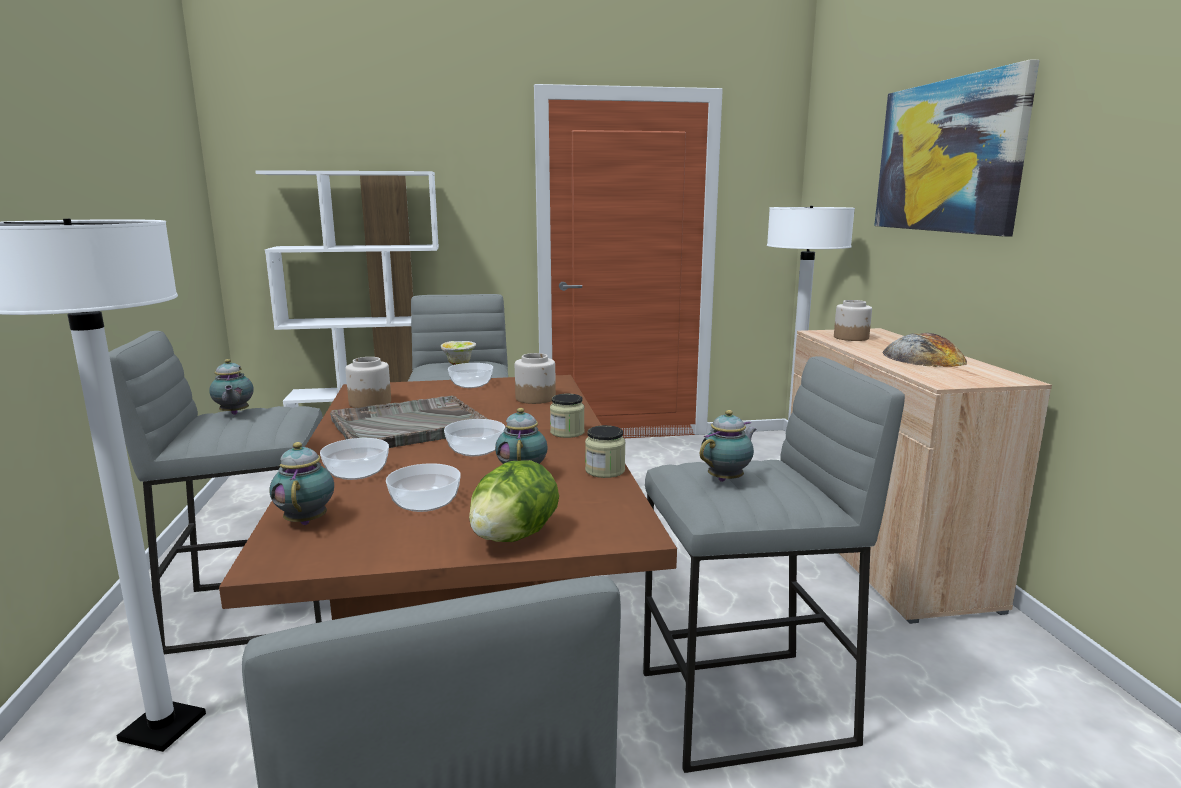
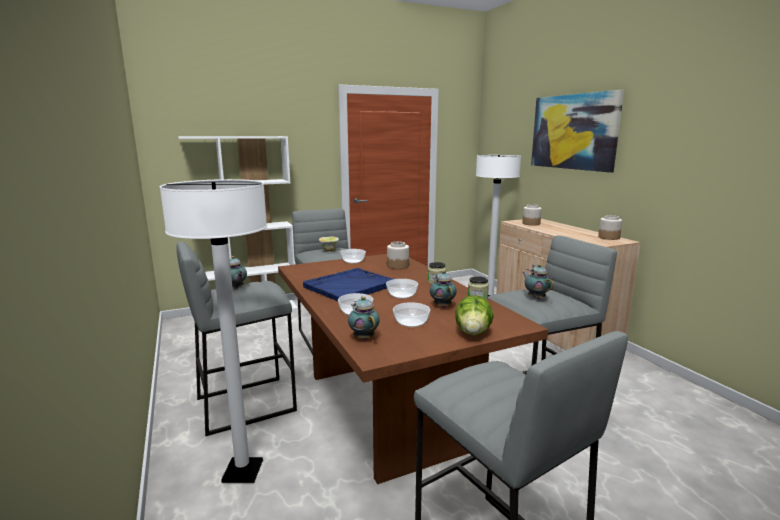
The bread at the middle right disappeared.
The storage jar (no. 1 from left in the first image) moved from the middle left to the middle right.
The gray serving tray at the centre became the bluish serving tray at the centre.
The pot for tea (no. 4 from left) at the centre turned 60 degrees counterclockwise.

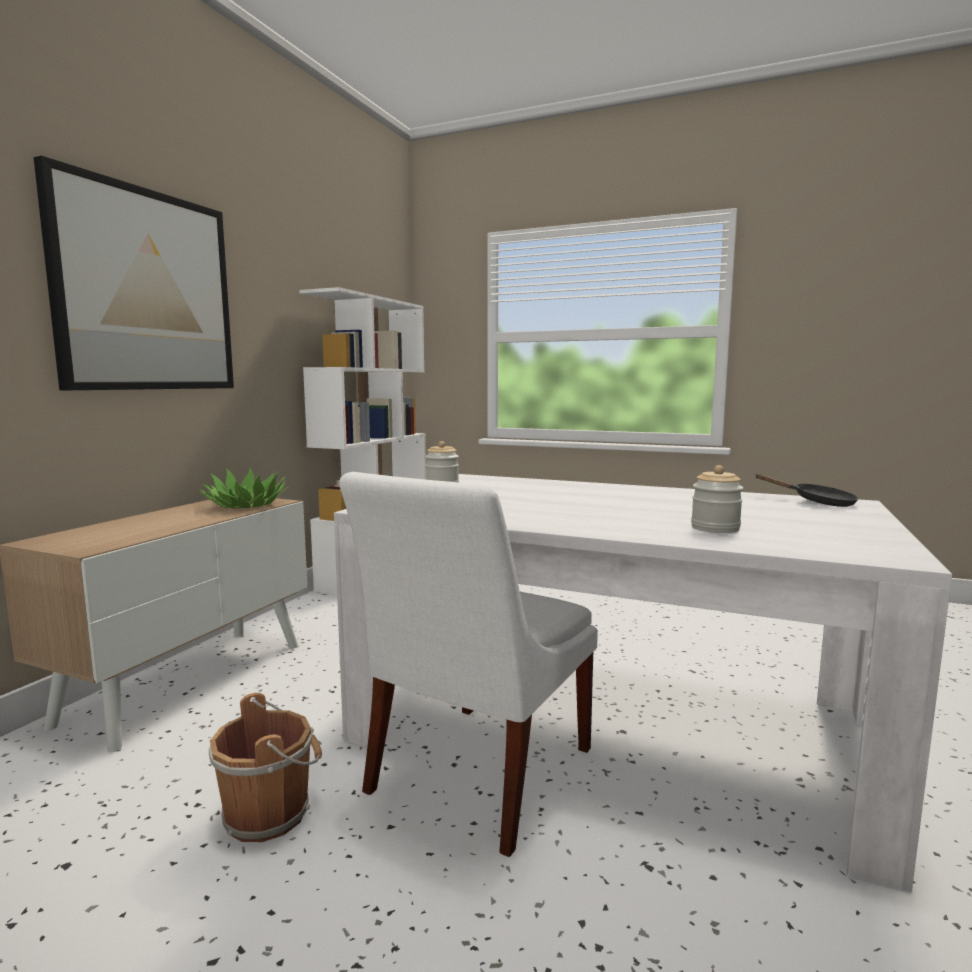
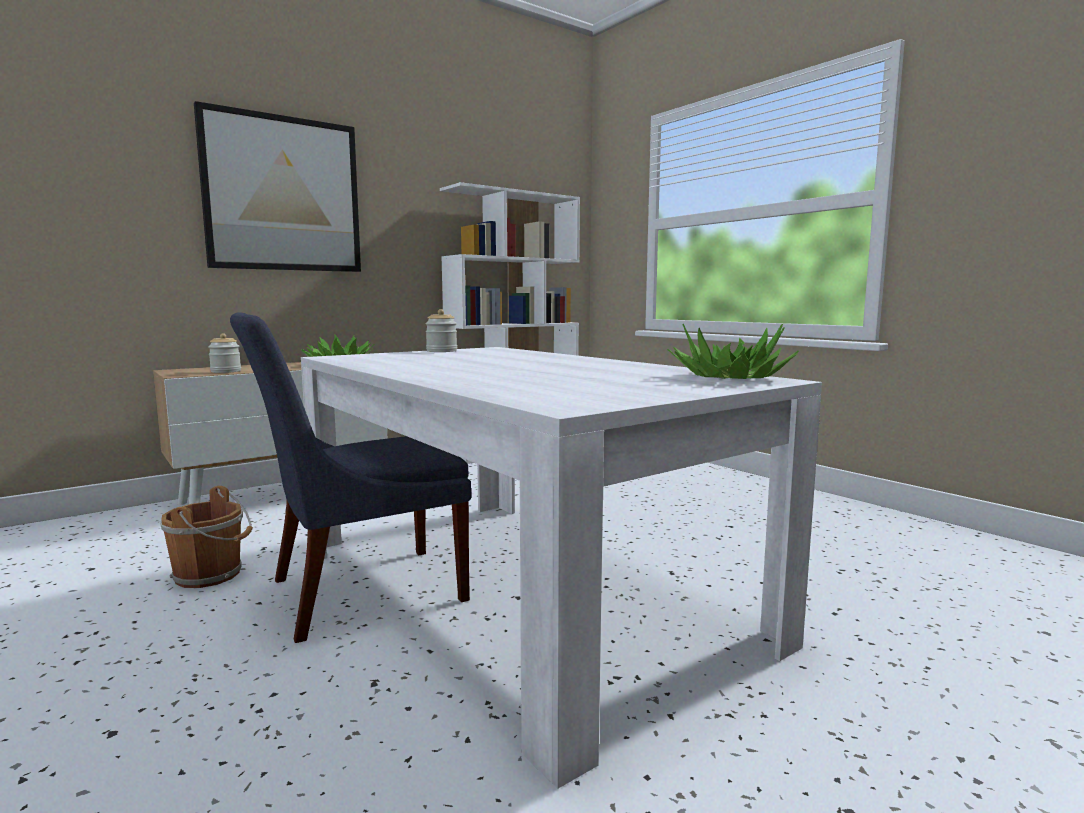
The storage jar (no. 2 from left in the first image) moved from the middle right to the middle left.
The whitish plain chair at the bottom centre became the bluish plain chair at the middle left.
The black-coloured pan at the middle right was replaced by the plant in a pot (no. 2 from left) at the middle right.

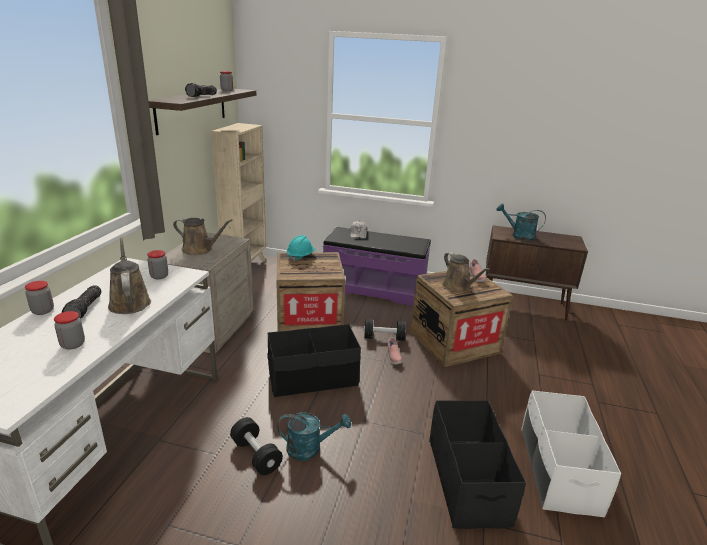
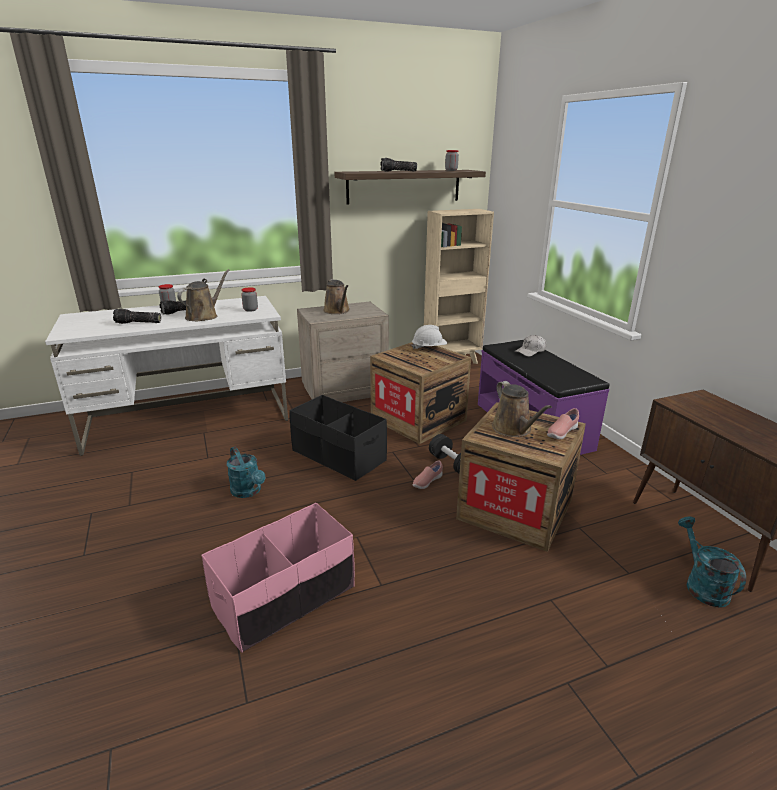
The blue-green watering can (no. 2 from left) moved from the middle right to the bottom right.
The blue-green safety helmet at the centre became the whitish safety helmet at the centre.
The brown-coloured watering can (no. 3 from left) at the centre turned 45 degrees counterclockwise.
The storage jar (no. 2 from left) at the middle left was replaced by the torch (no. 1 from left) at the middle left.
The whitish storage container at the bottom right disappeared.
The black-coloured storage container (no. 2 from left) at the bottom right became the pink-coloured storage container at the bottom centre.
The black-coloured hand weight (no. 1 from left) at the bottom centre disappeared.

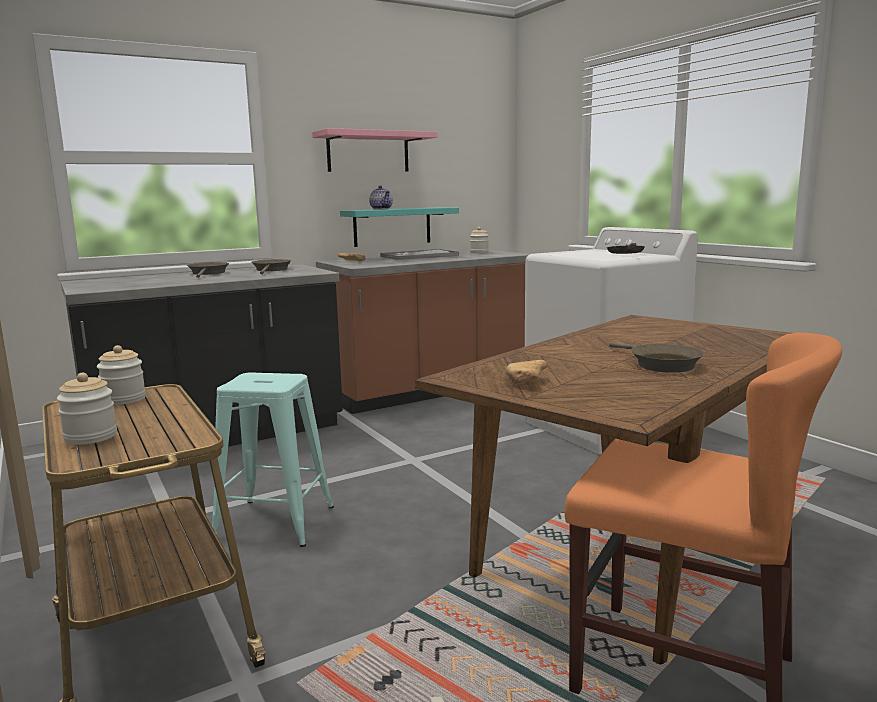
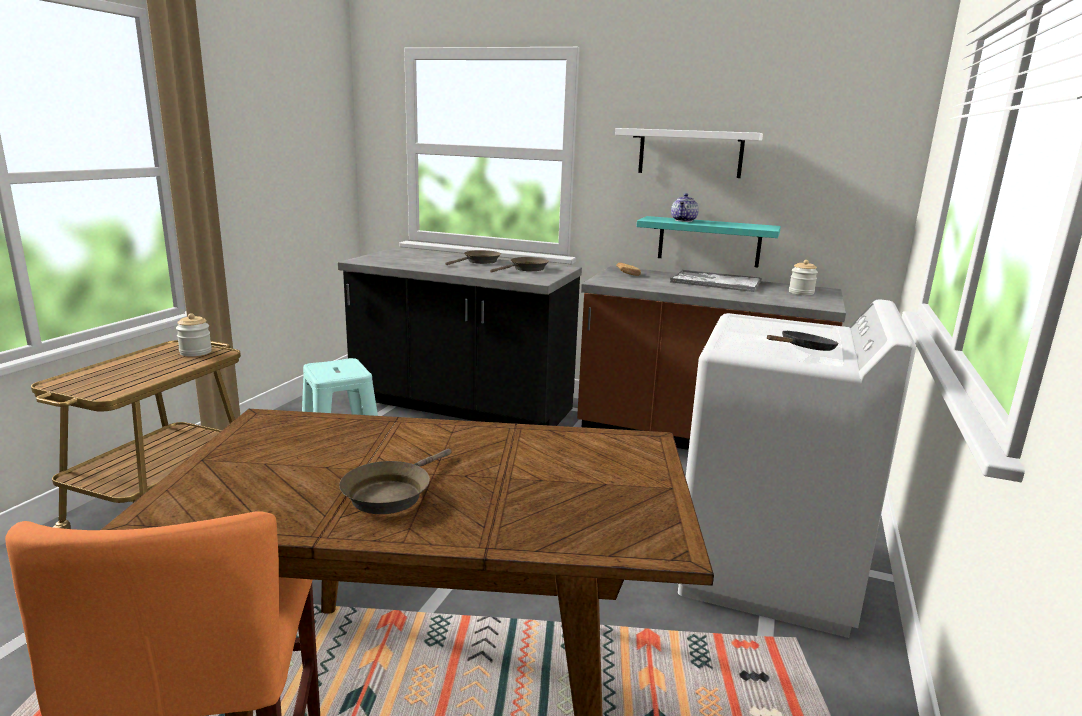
The pink-coloured shelf at the top centre became the whitish shelf at the top centre.
The bread (no. 2 from left) at the centre disappeared.
The storage jar (no. 1 from left) at the middle left disappeared.

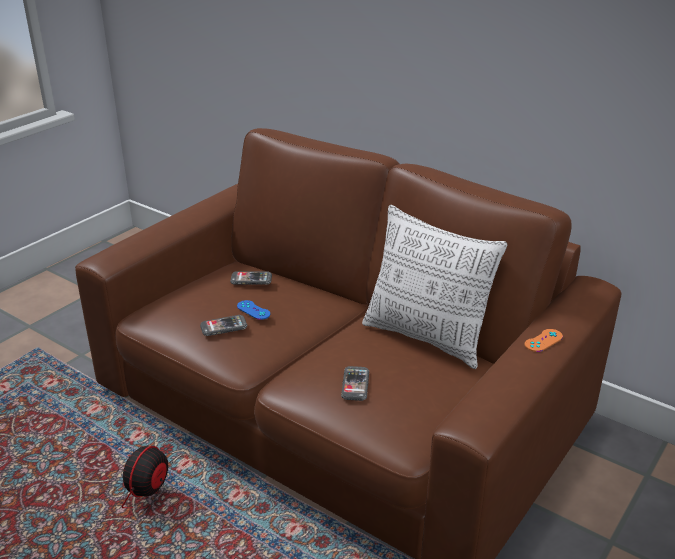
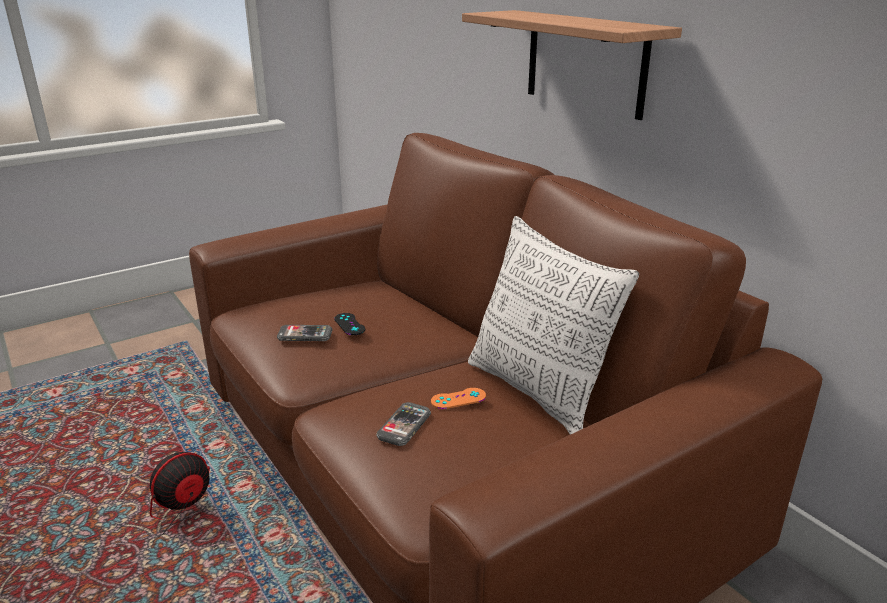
The handset (no. 2 from left) at the centre disappeared.
The bluish game controller at the centre became the black-coloured game controller at the centre.
The orange-coloured game controller moved from the middle right to the centre.
The shelf at the top centre appeared.

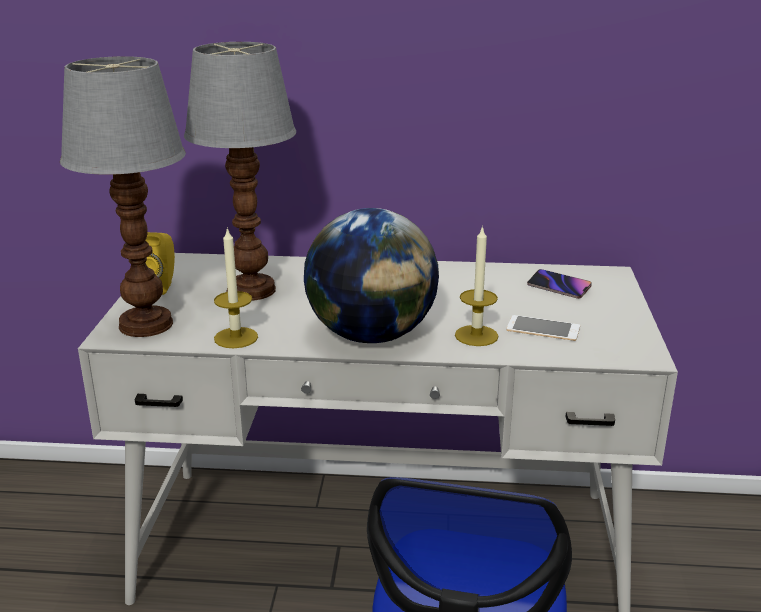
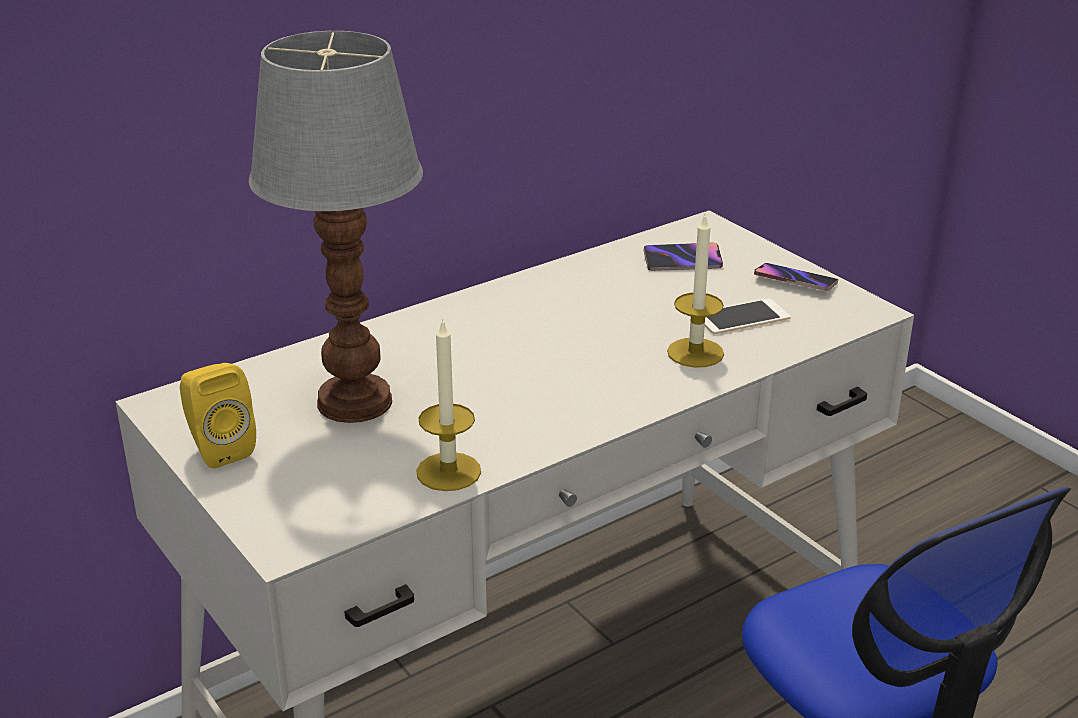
The tabletop lamp (no. 1 from left) at the top left disappeared.
The desk globe at the centre disappeared.
The handset (no. 3 from left) at the middle right appeared.

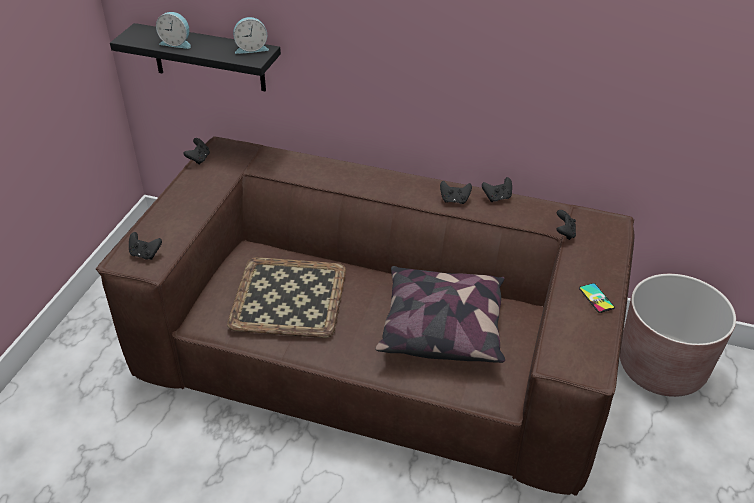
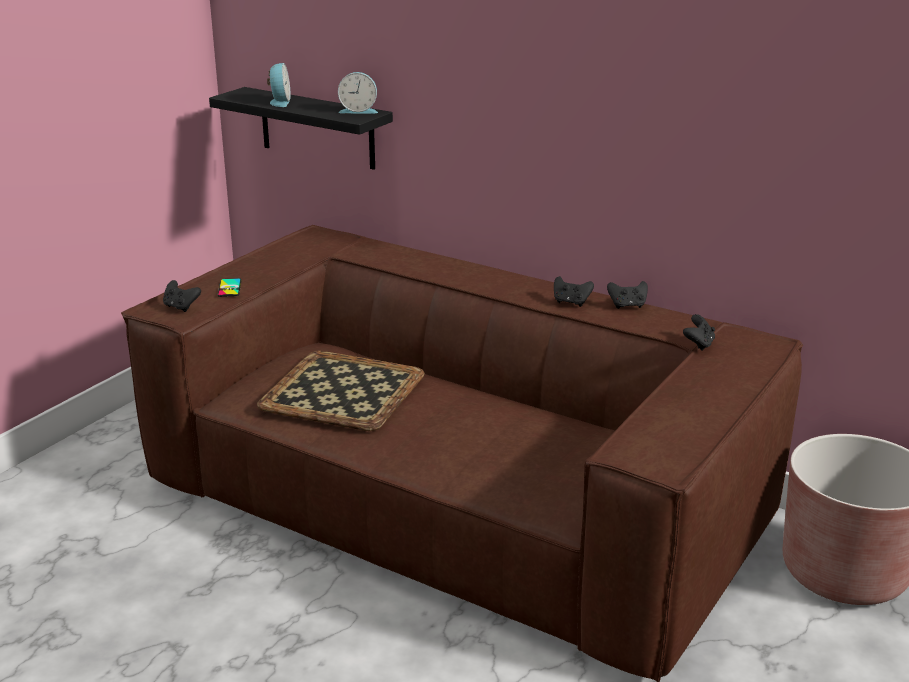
The bedside clock (no. 1 from left) at the top left turned 120 degrees counterclockwise.
The black-coloured game controller (no. 2 from left) at the top left disappeared.
The throw pillow at the centre disappeared.
The handset moved from the middle right to the middle left.

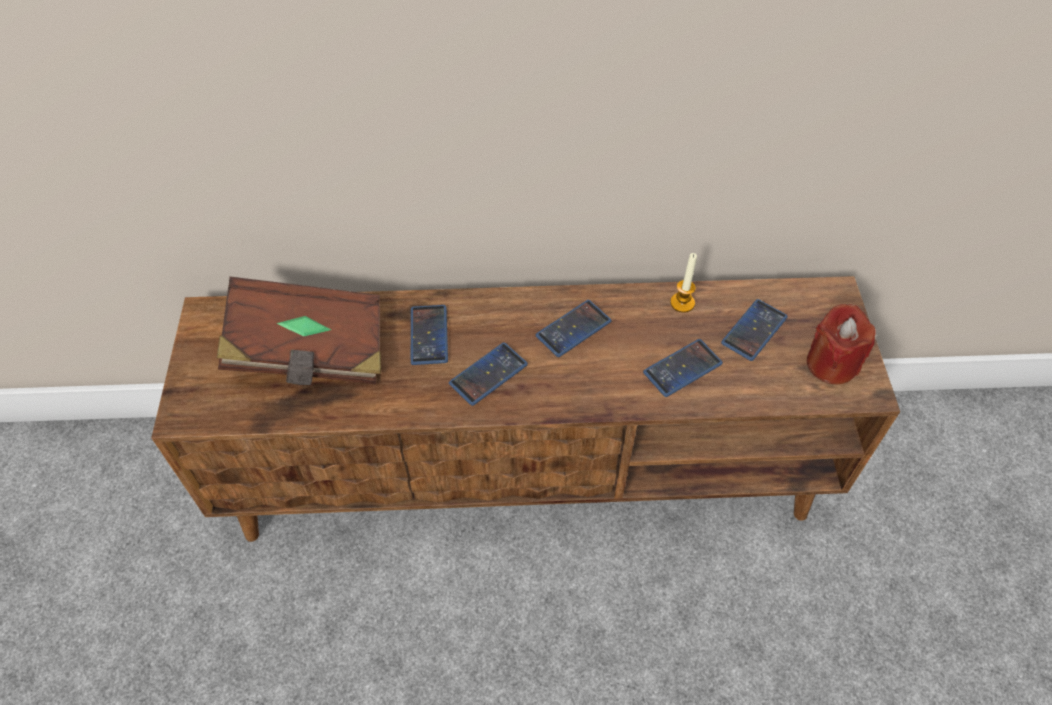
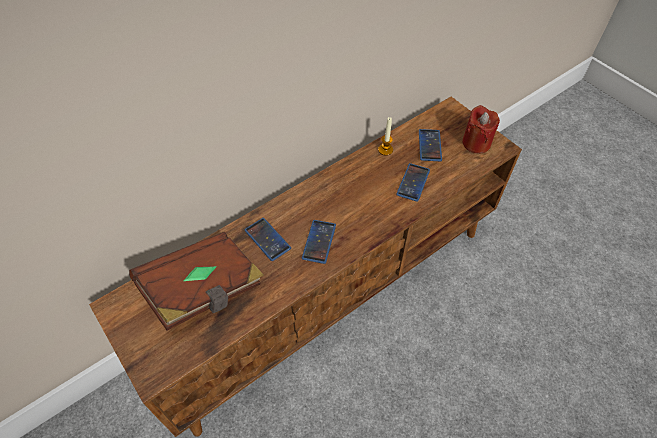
The handset (no. 3 from left) at the centre disappeared.

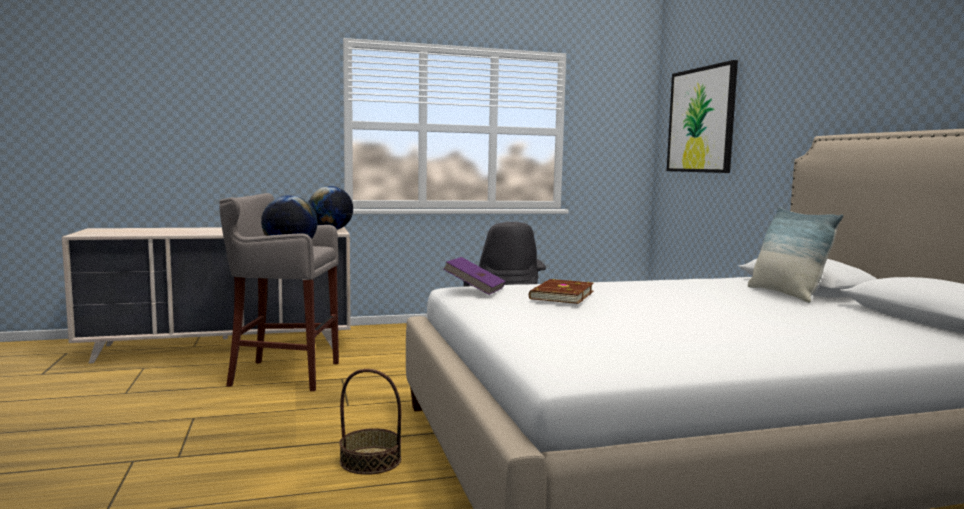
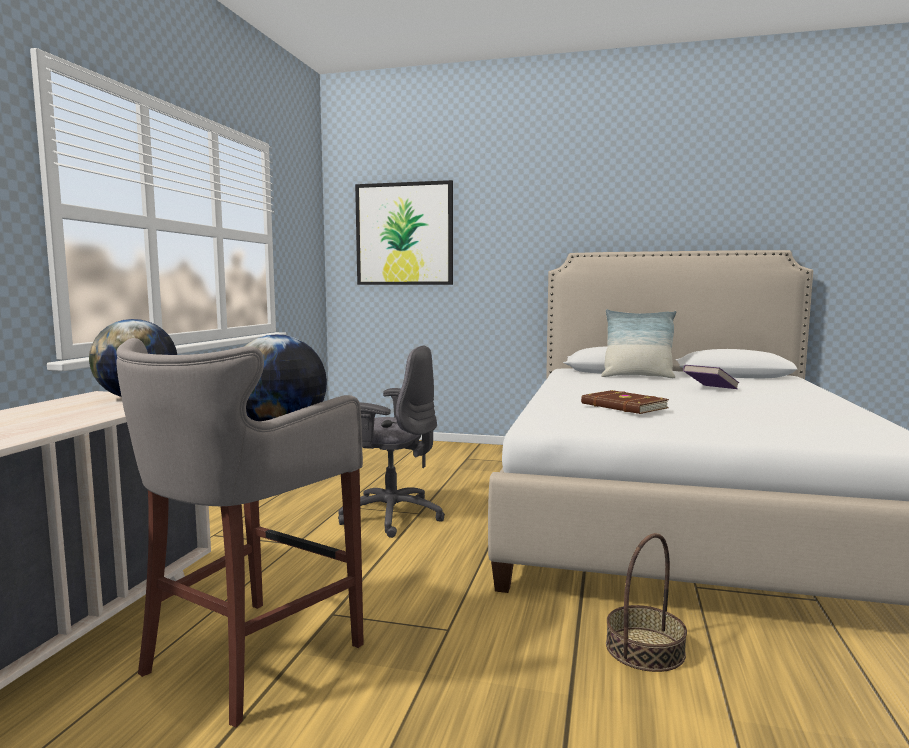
The purplish bound book moved from the centre to the middle right.

